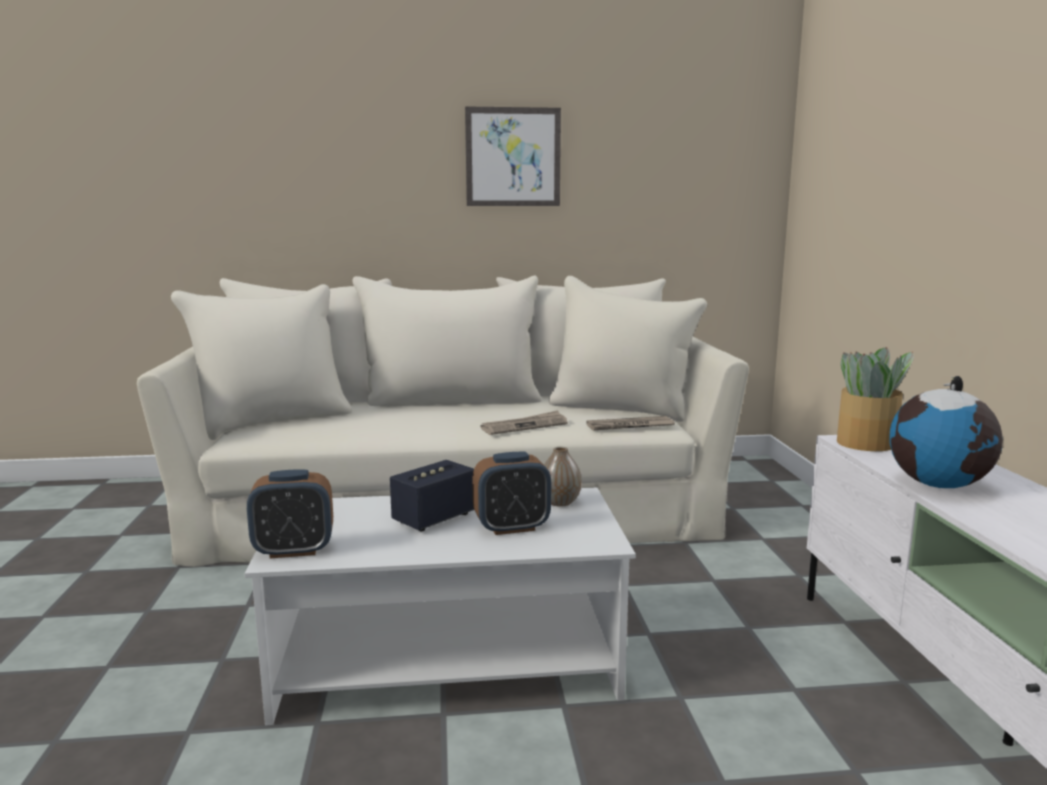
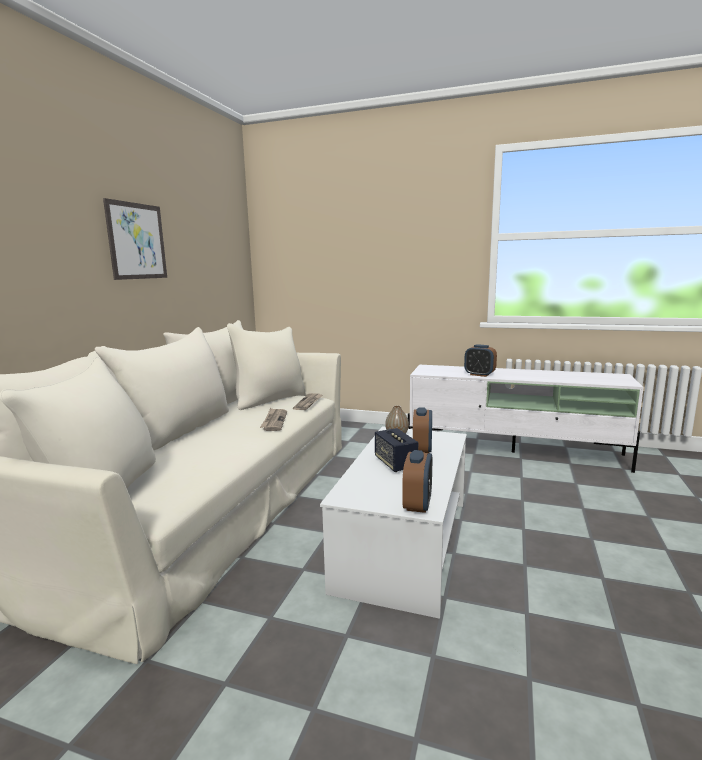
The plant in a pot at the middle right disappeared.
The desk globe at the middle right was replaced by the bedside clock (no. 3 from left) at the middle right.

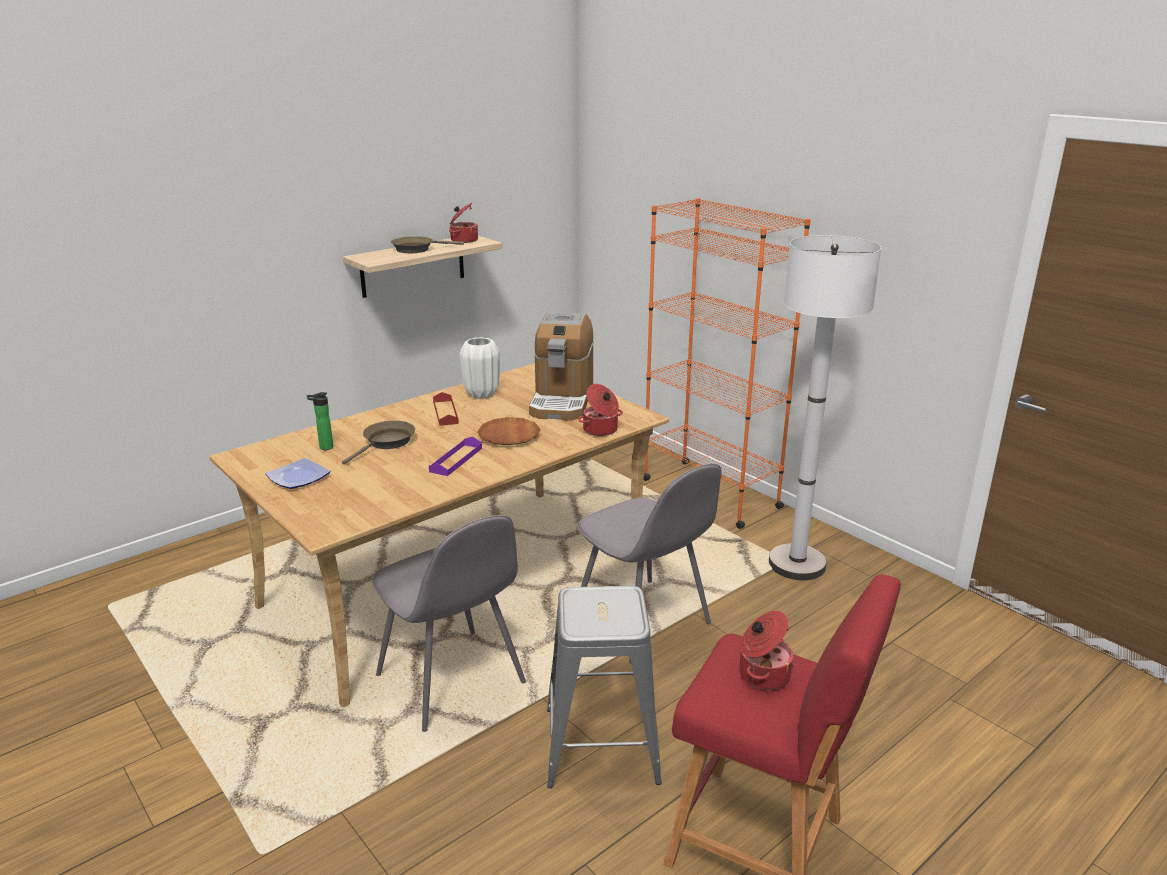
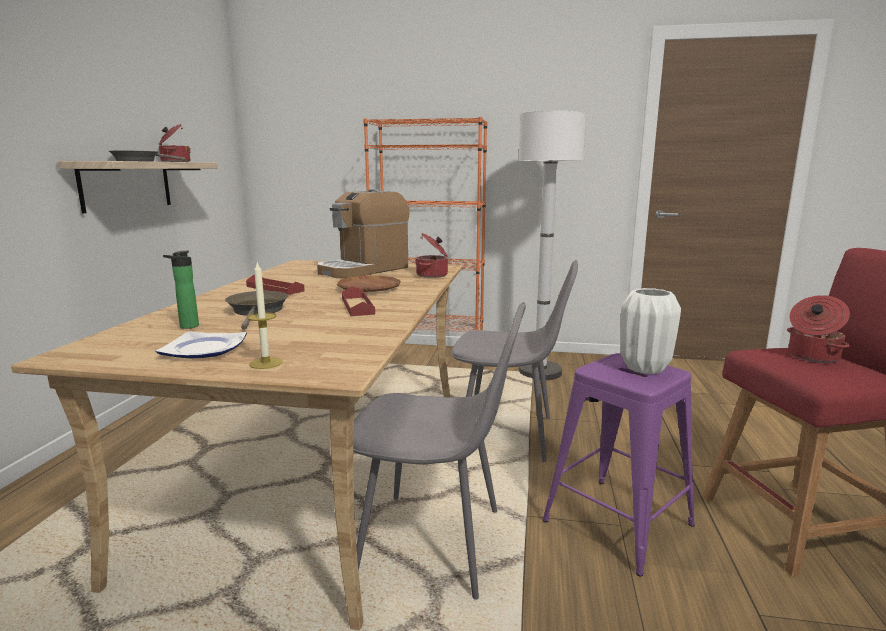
The coffee machine at the centre turned 75 degrees clockwise.
The whitish flower vase moved from the centre to the middle right.
The purplish serving tray at the centre became the reddish serving tray (no. 2 from left) at the centre.
The gray sitting stool at the bottom centre became the purplish sitting stool at the bottom right.
The wax candle at the middle left appeared.

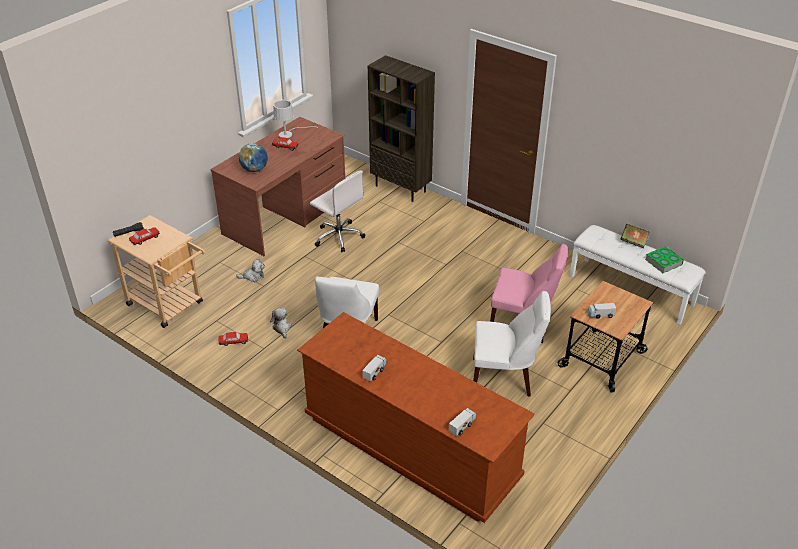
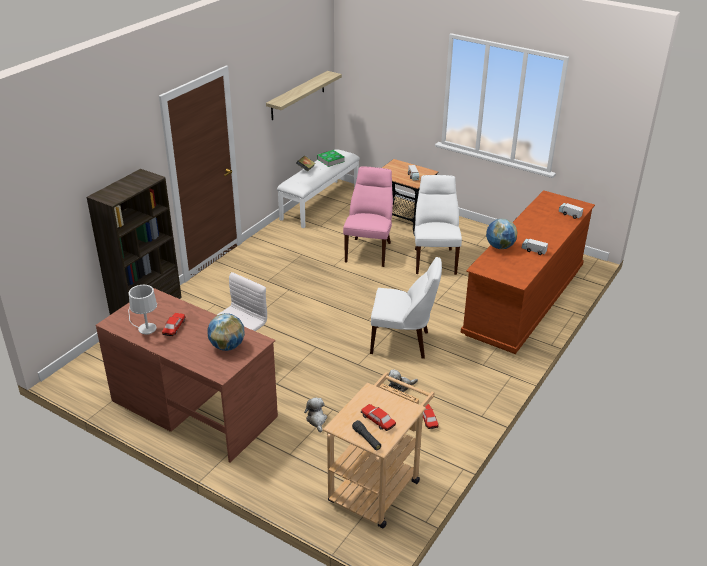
The shelf at the top centre appeared.
The desk globe (no. 2 from left) at the middle right appeared.

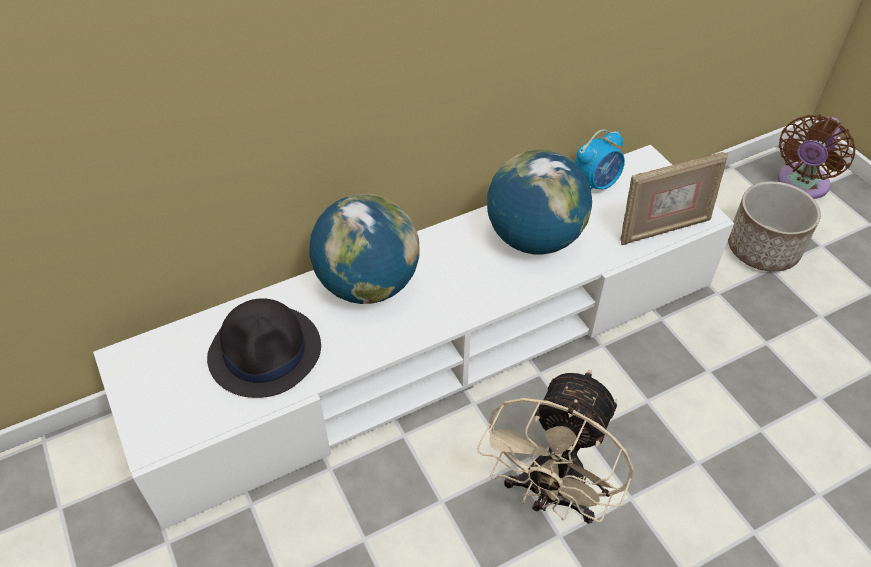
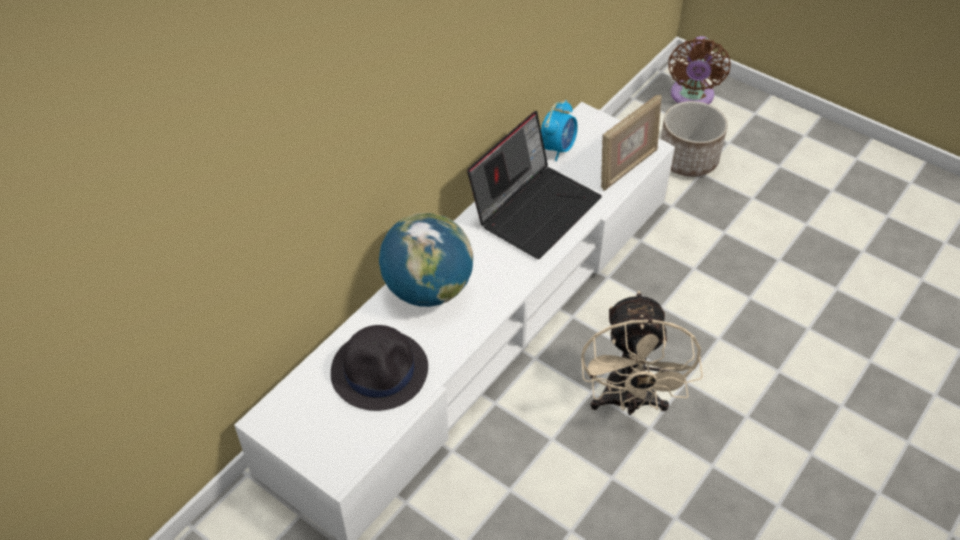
The desk globe (no. 2 from left) at the centre was replaced by the notebook computer at the centre.

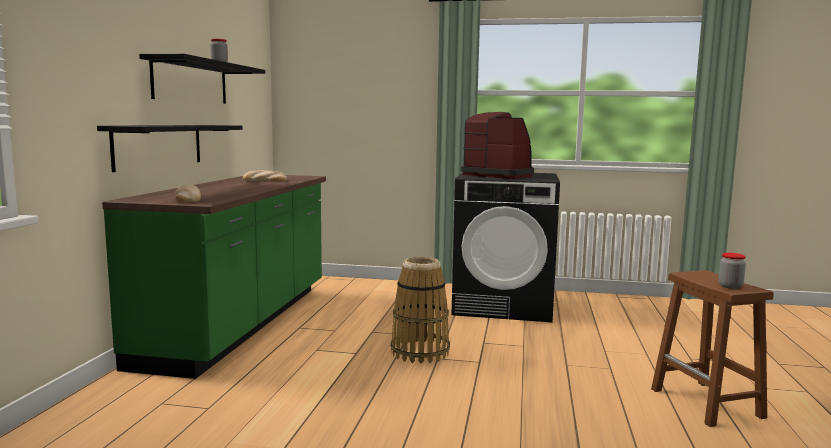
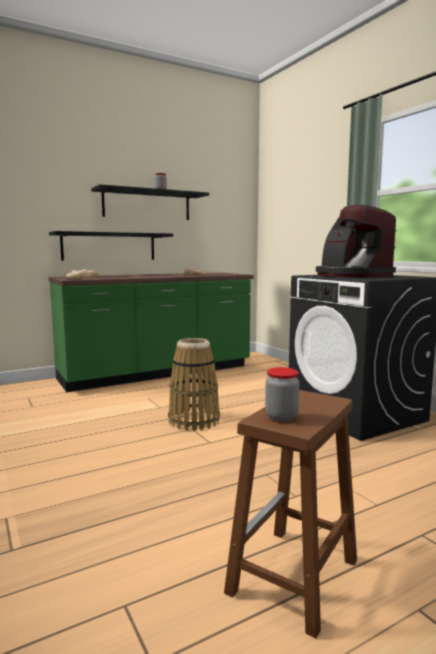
The coffee machine at the top centre turned 150 degrees clockwise.

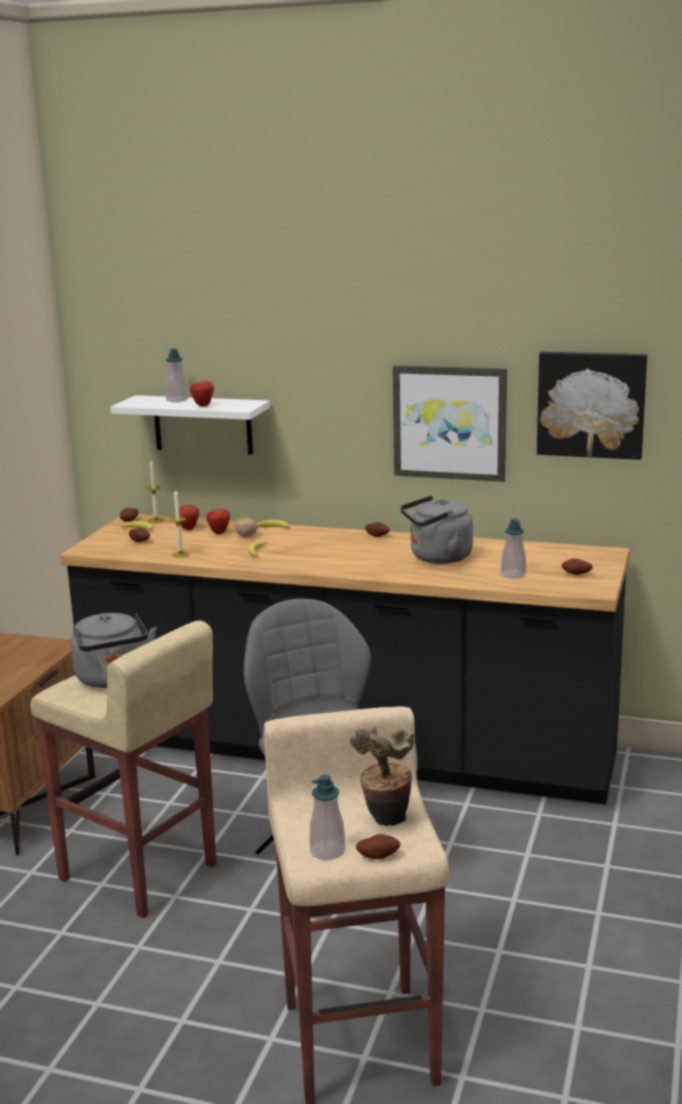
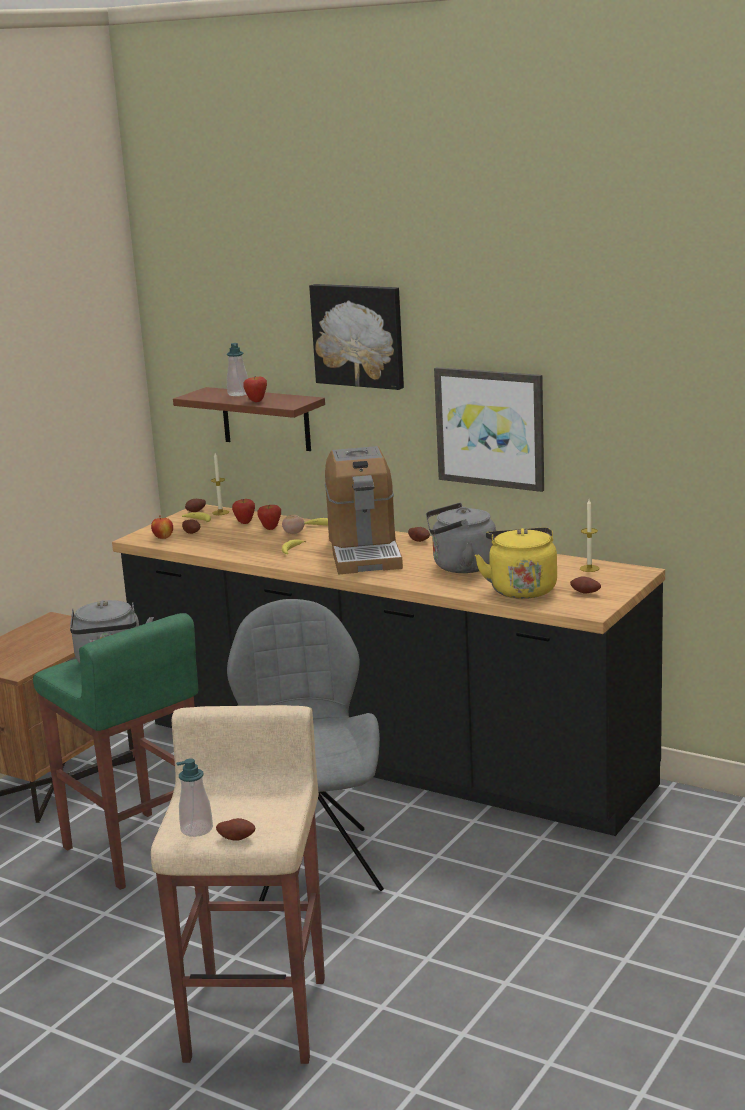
The wall picture (no. 2 from left in the first image) moved from the middle right to the top centre.
The whitish shelf at the middle left became the brown-coloured shelf at the centre.
The wax candle (no. 2 from left) moved from the middle left to the middle right.
The soap dispenser (no. 3 from left) at the middle right was replaced by the yellow-coloured water kettle at the middle right.
The beige sitting stool (no. 1 from left) at the bottom left became the green-coloured sitting stool at the bottom left.
The plant in a pot at the bottom centre disappeared.
The coffee machine at the centre appeared.
The apple fruit (no. 1 from left) at the middle left appeared.

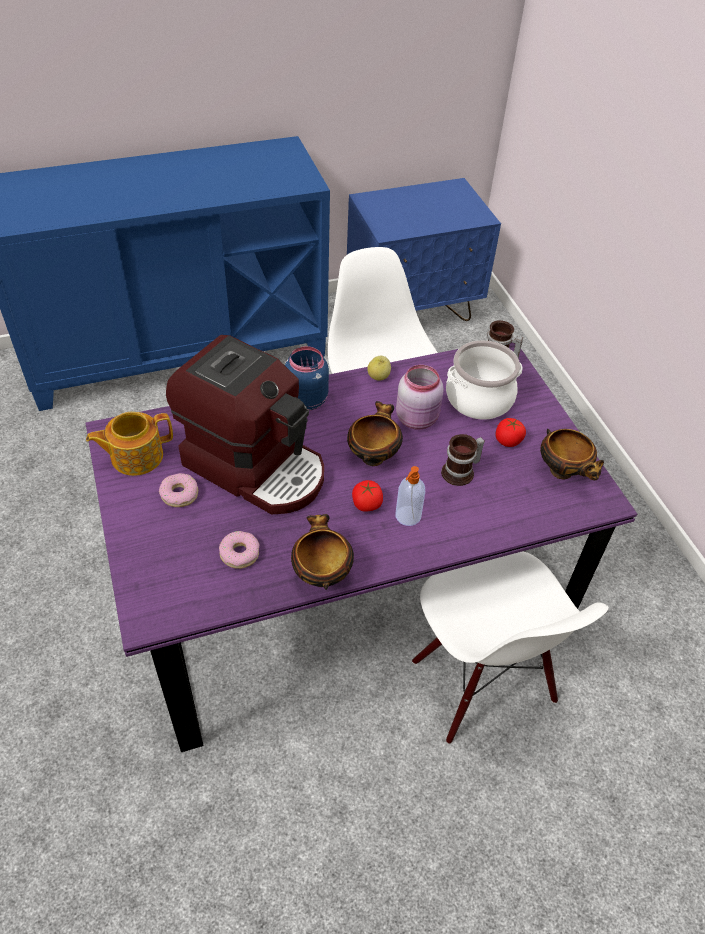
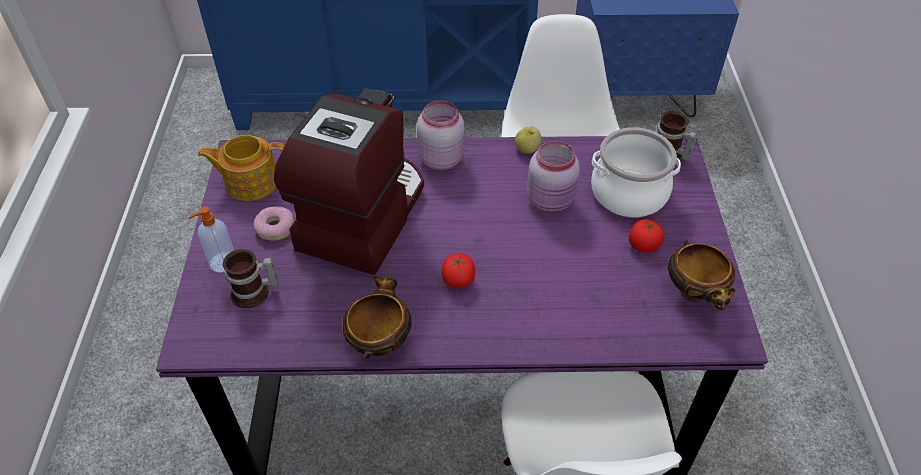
The coffee machine at the centre turned 120 degrees counterclockwise.
The bluish storage jar at the centre became the pink-coloured storage jar (no. 1 from left) at the top centre.
The deep dish (no. 2 from left) at the centre disappeared.
The mug (no. 1 from left) moved from the centre to the middle left.
The soap dispenser moved from the centre to the middle left.
The donut (no. 2 from left) at the centre disappeared.

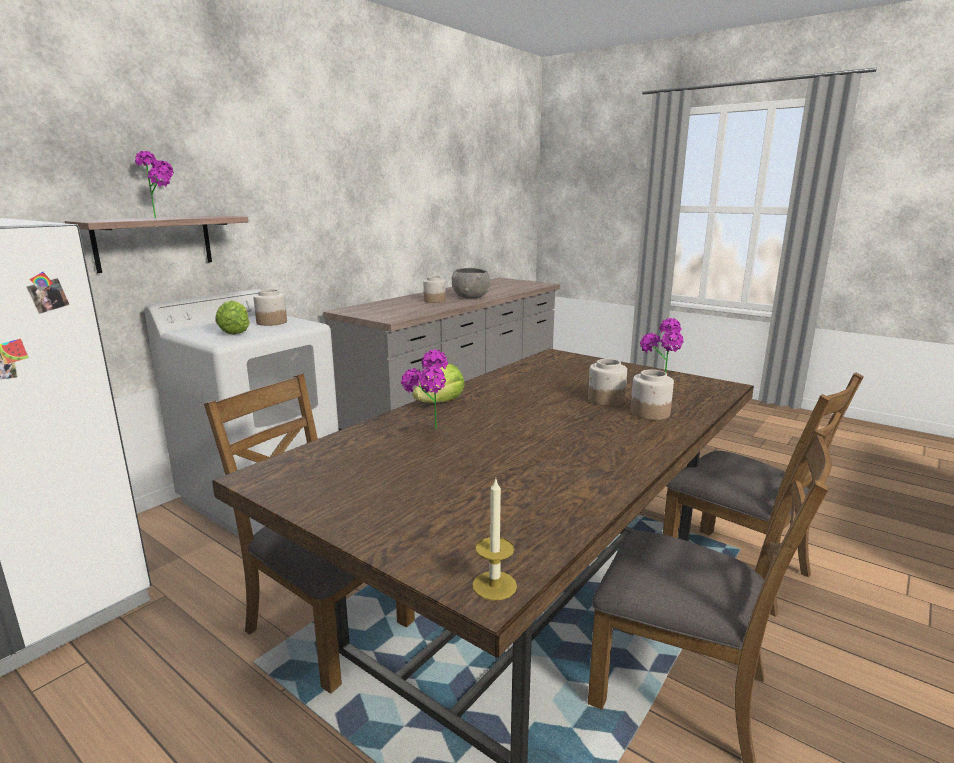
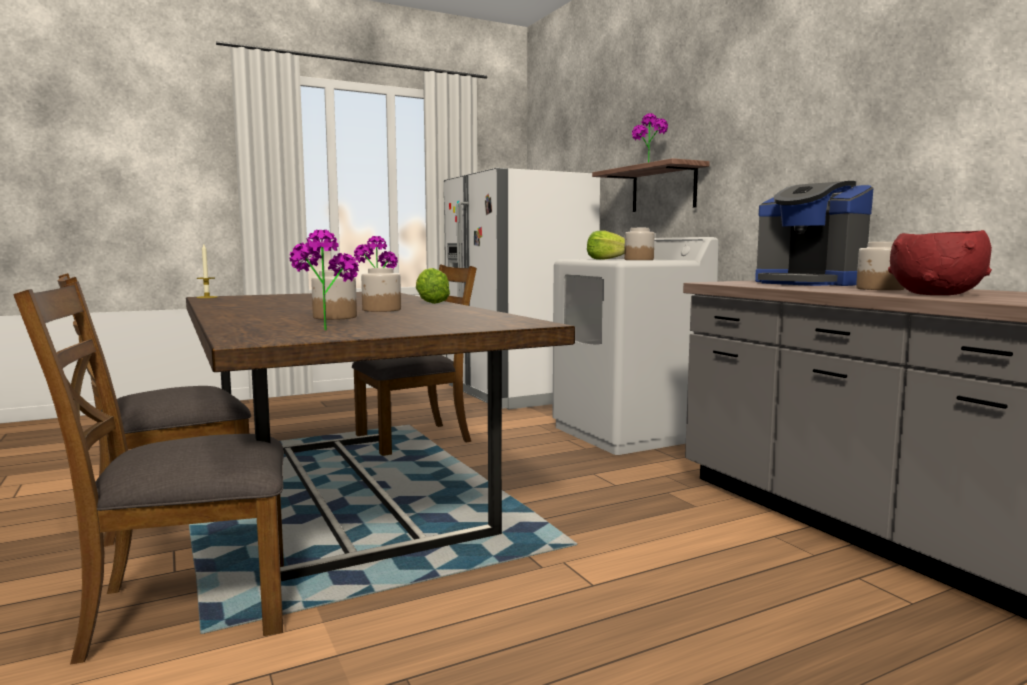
The gray deep dish at the centre became the reddish deep dish at the middle right.
The storage jar (no. 4 from left in the first image) moved from the middle right to the centre.
The coffee machine at the middle right appeared.

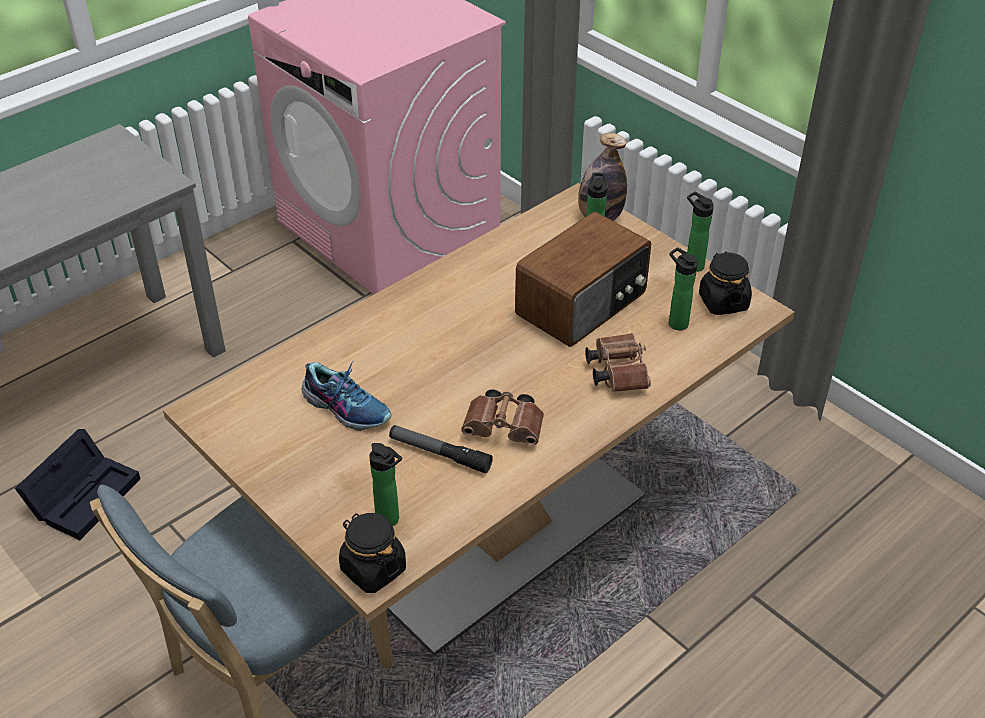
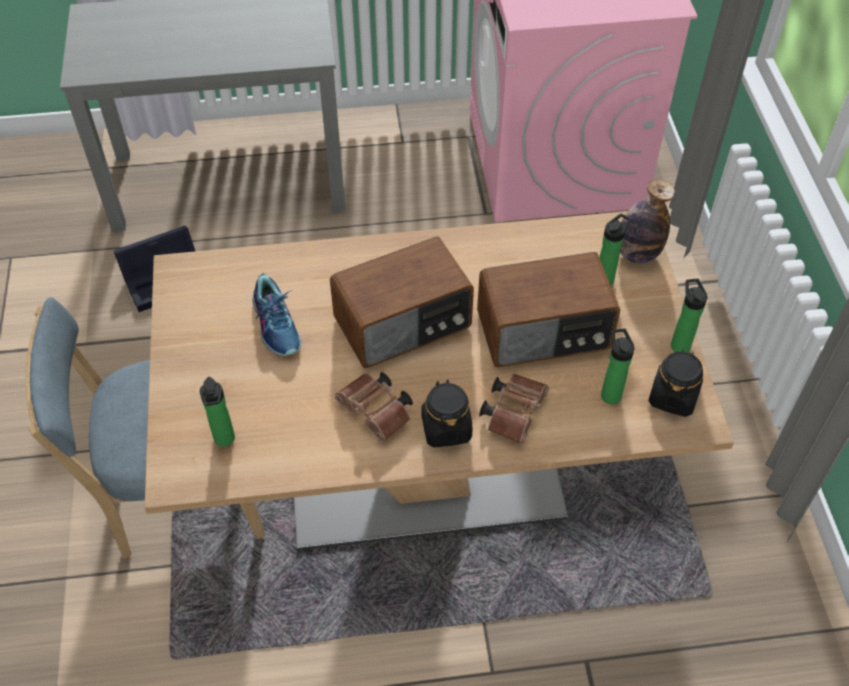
The torch at the centre disappeared.
The black-coloured storage jar (no. 1 from left) moved from the bottom centre to the centre.
The radio (no. 1 from left) at the centre appeared.

